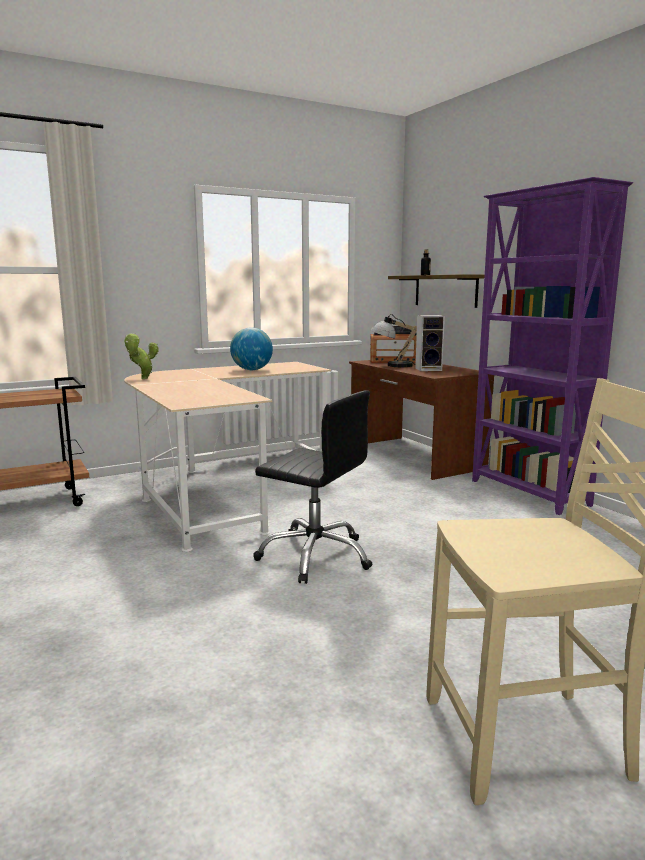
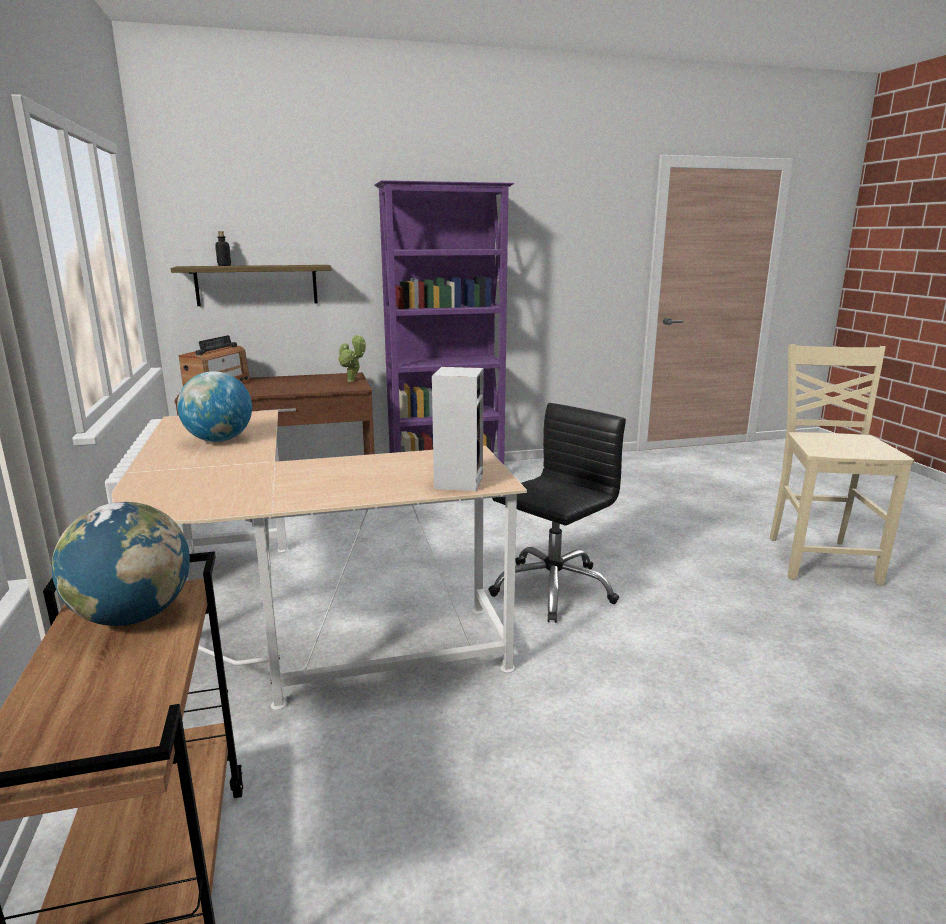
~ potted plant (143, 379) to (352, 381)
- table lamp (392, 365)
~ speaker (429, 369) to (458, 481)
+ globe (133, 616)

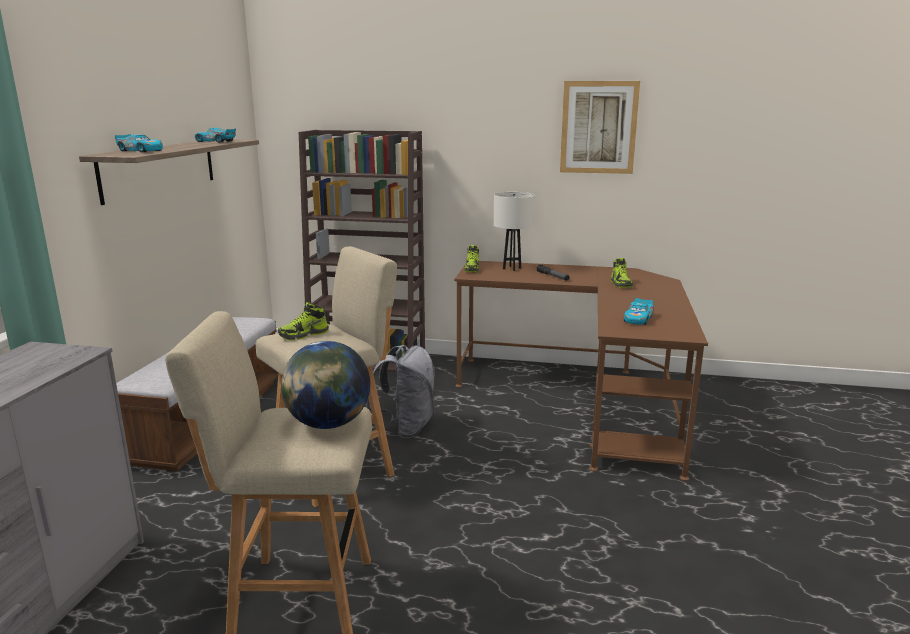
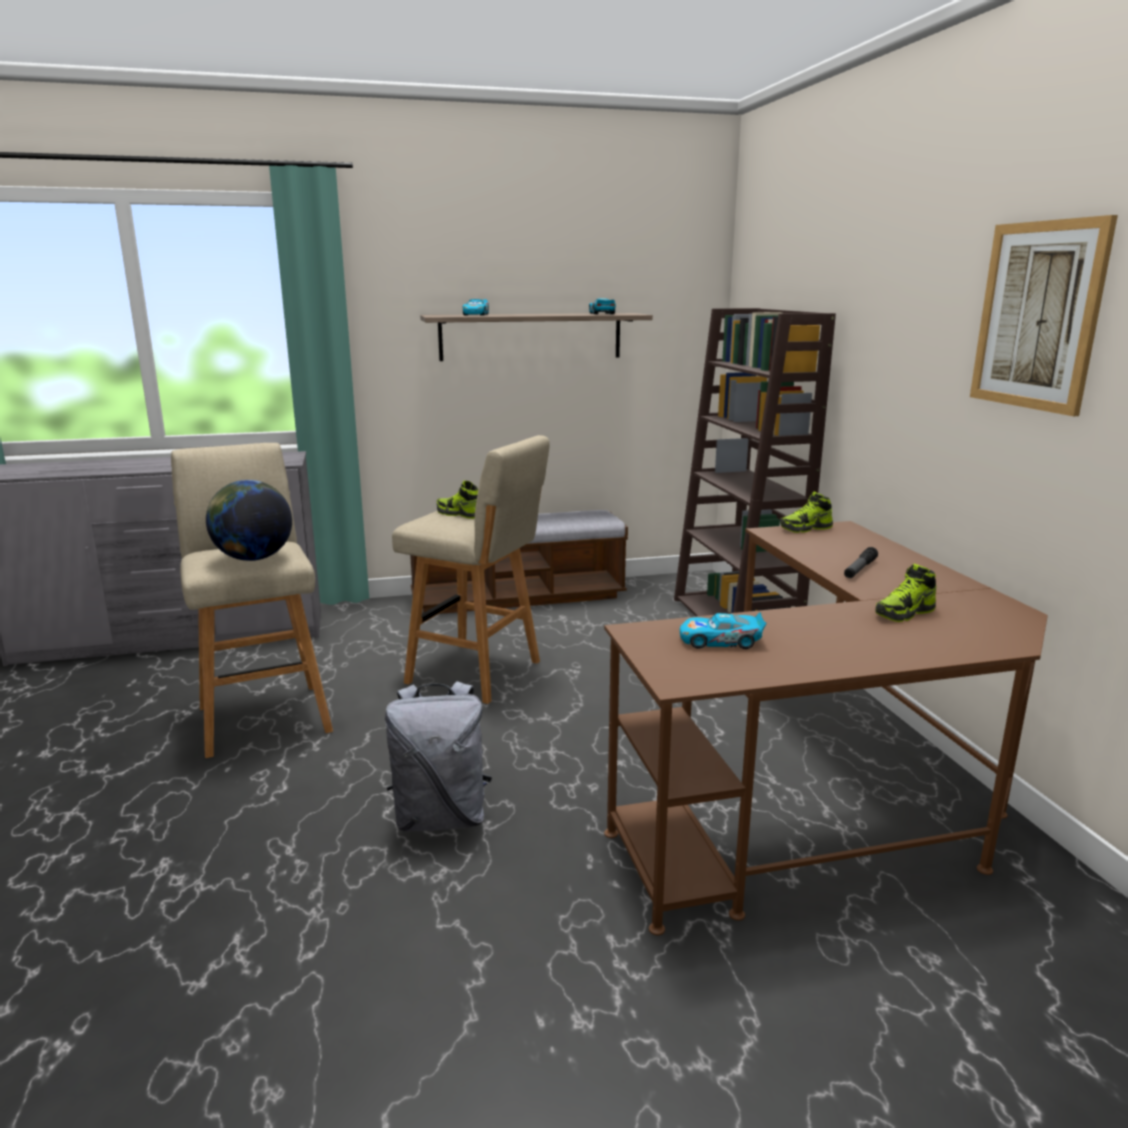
~ grey backpack (405, 427) to (441, 817)
- white table lamp (511, 268)

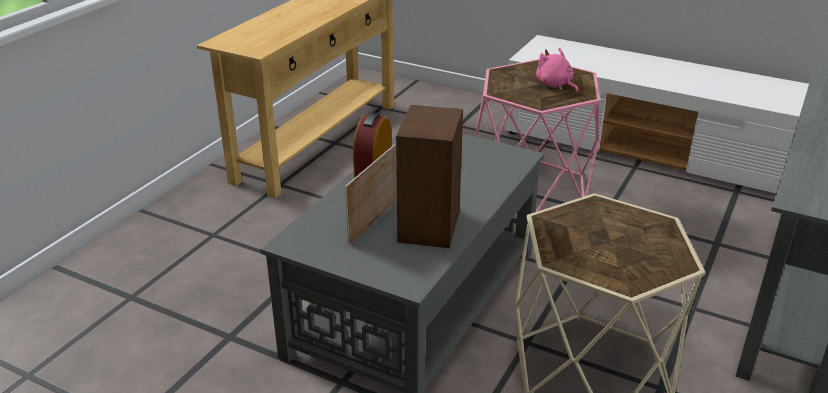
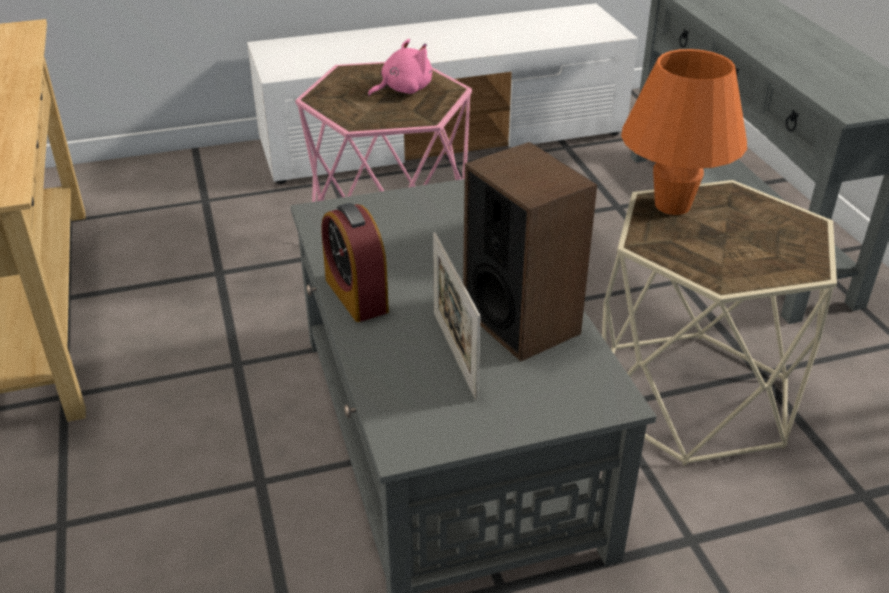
~ pink plush toy (555, 85) = (403, 90) 135 degrees clockwise
+ orange table lamp (672, 205)

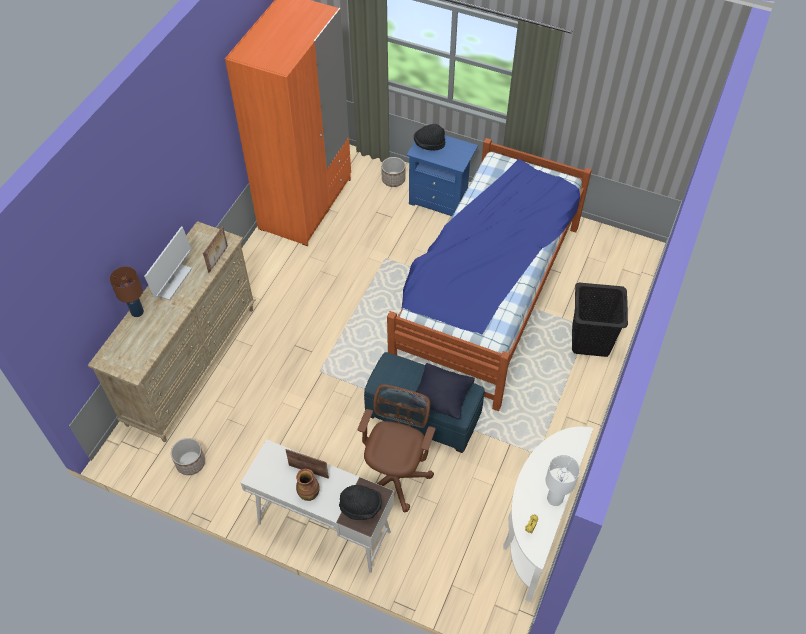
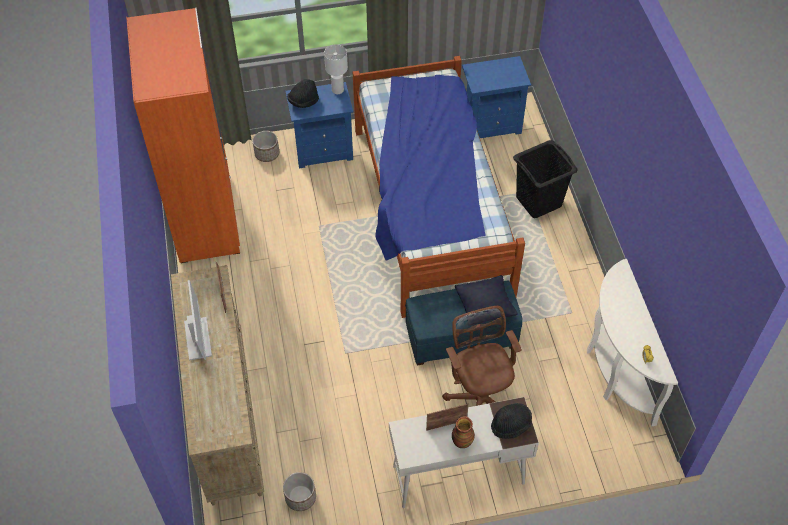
- brown table lamp (137, 312)
~ white table lamp (554, 499) to (337, 90)
+ blue nightstand (491, 124)

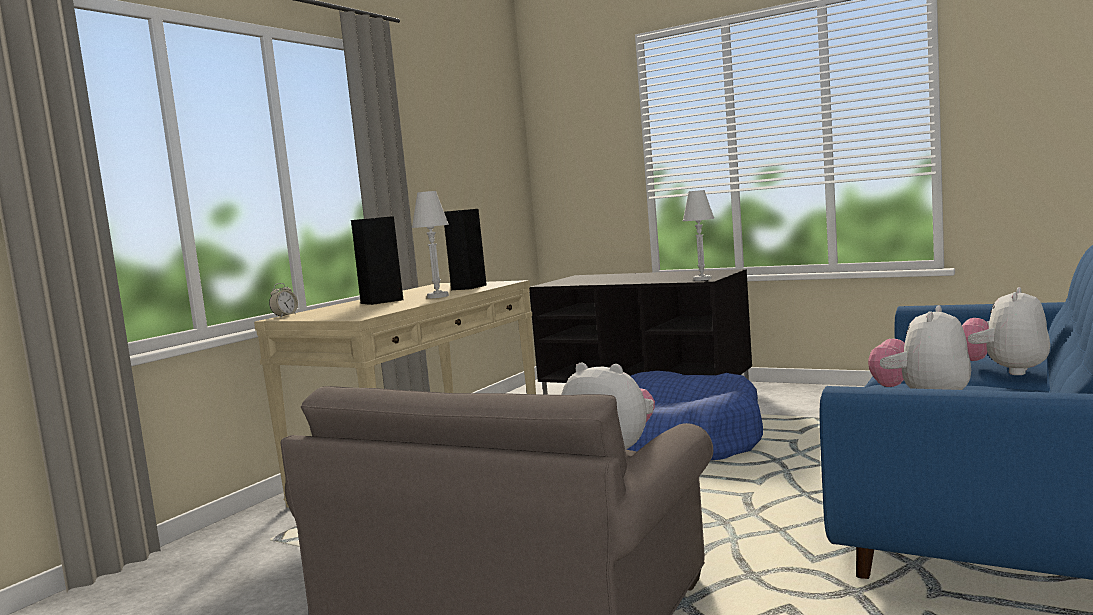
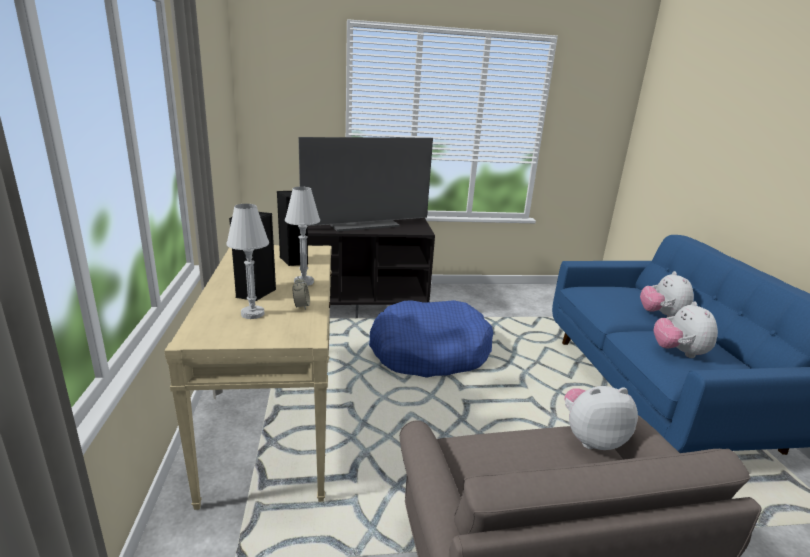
~ alarm clock (285, 316) to (301, 306)
~ white table lamp (702, 279) to (252, 313)
+ television (364, 224)

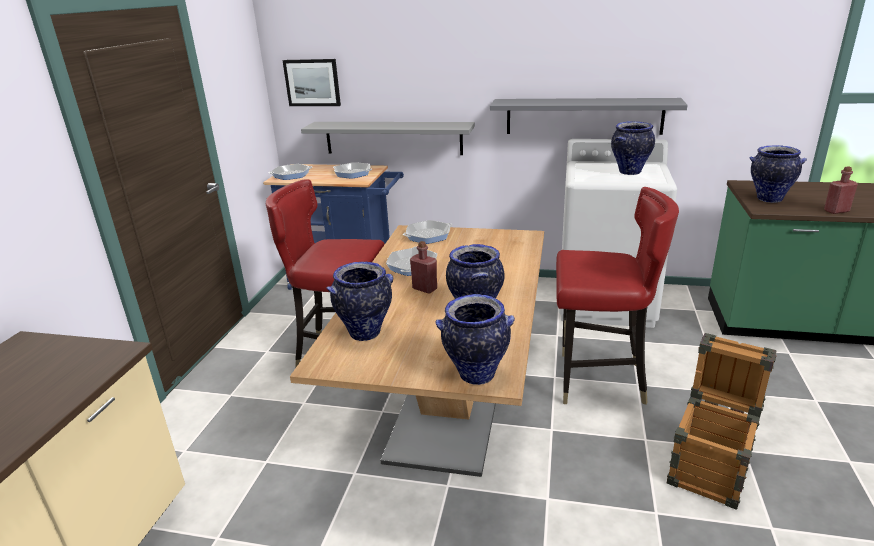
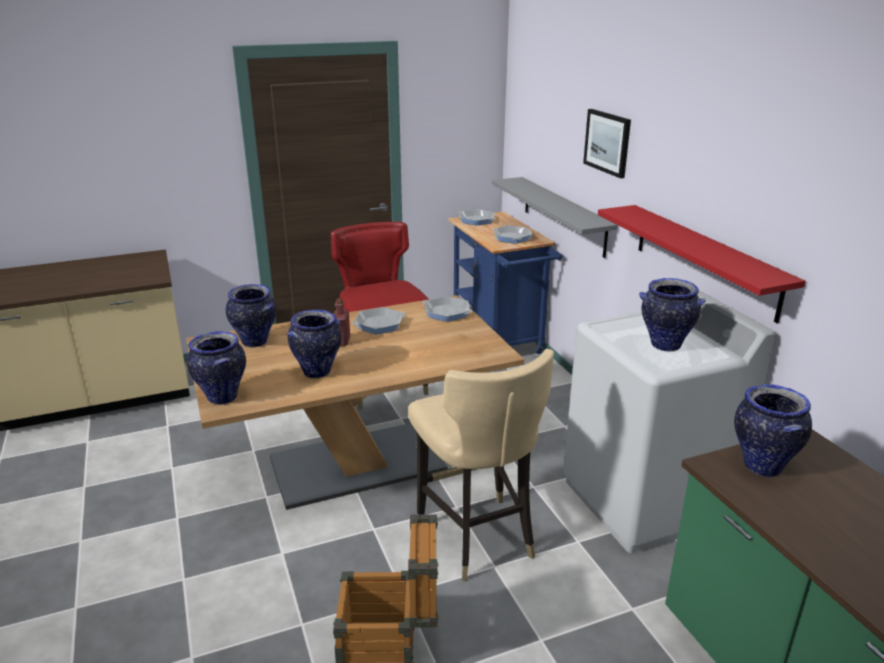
~ picture (312, 82) to (607, 142)
~ grey shelf (583, 116) to red shelf (704, 260)
~ red chair (598, 380) to beige chair (476, 537)
- red bottle (836, 211)

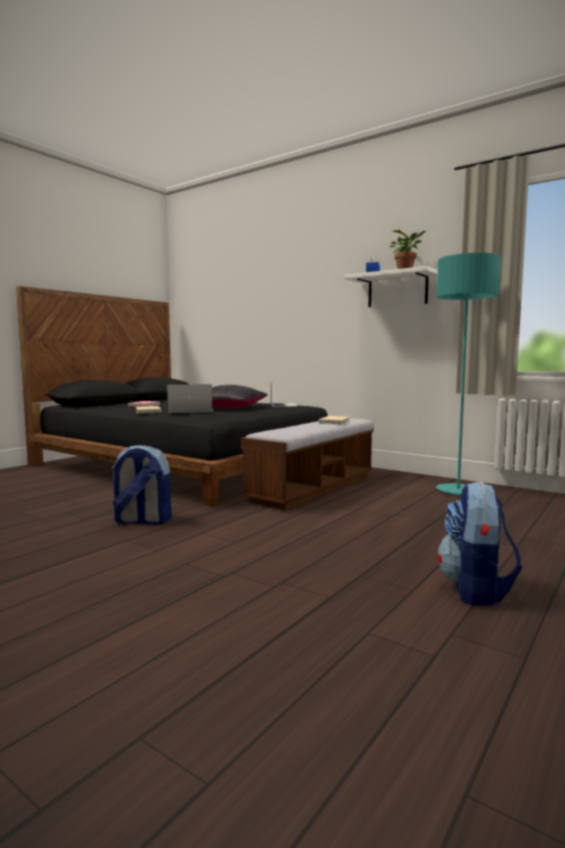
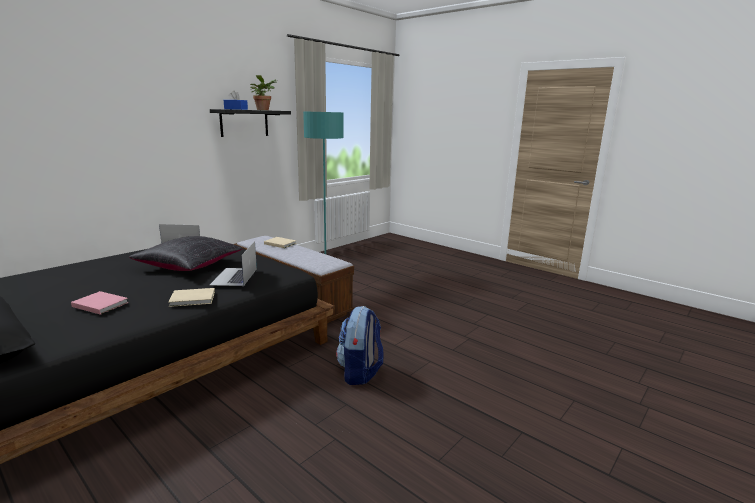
~ white shelf (397, 290) to black shelf (244, 123)
- backpack (476, 590)

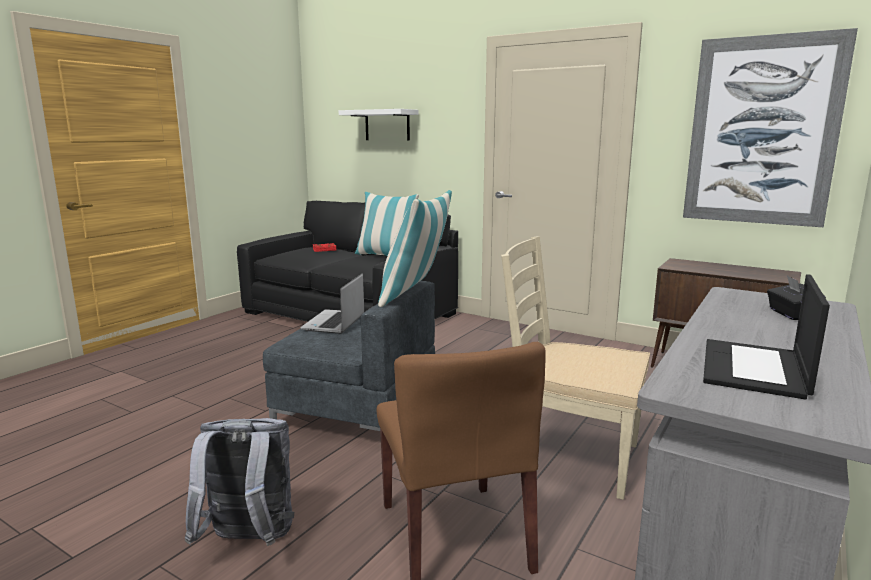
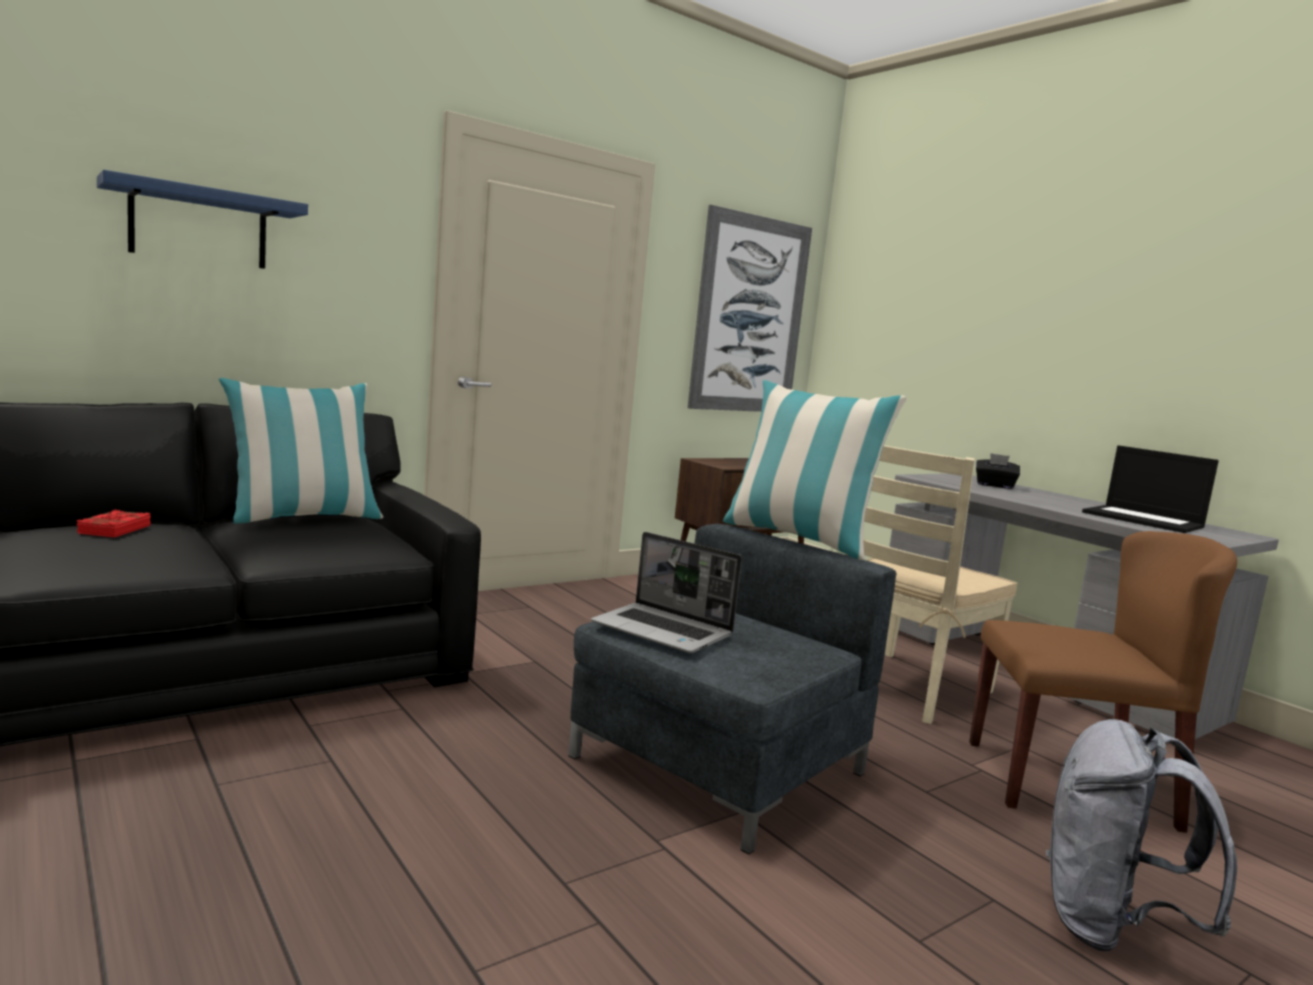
~ white shelf (387, 125) to blue shelf (199, 227)

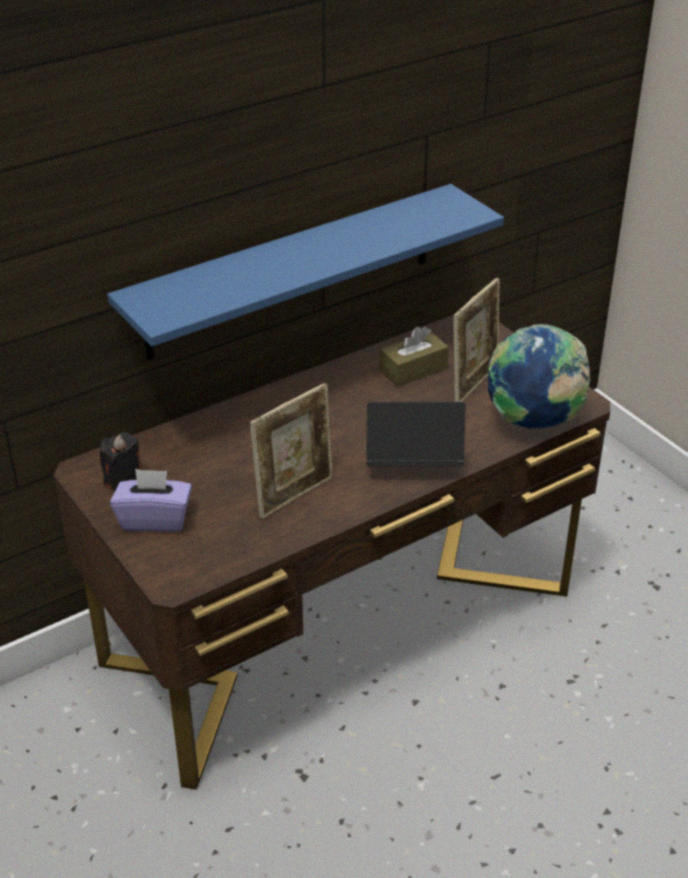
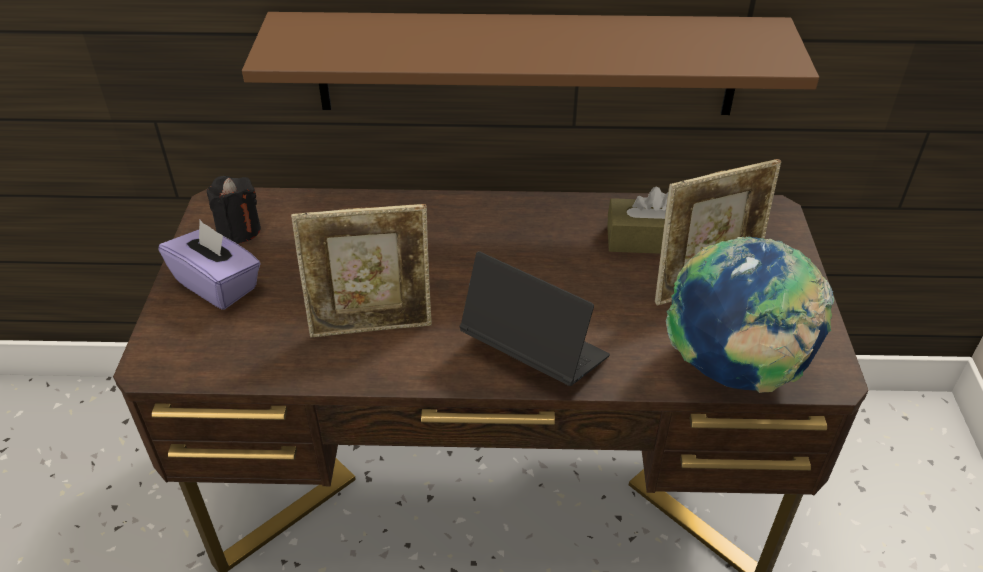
~ blue shelf (291, 271) to brown shelf (526, 64)

